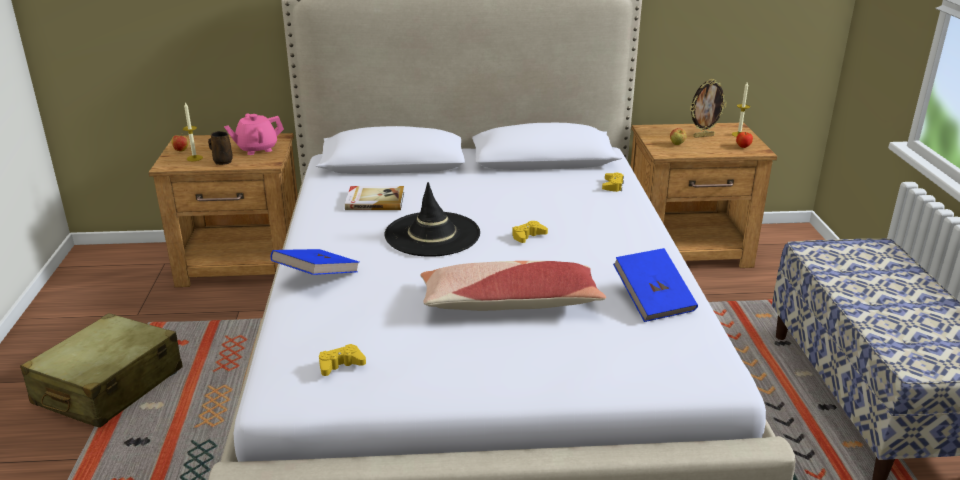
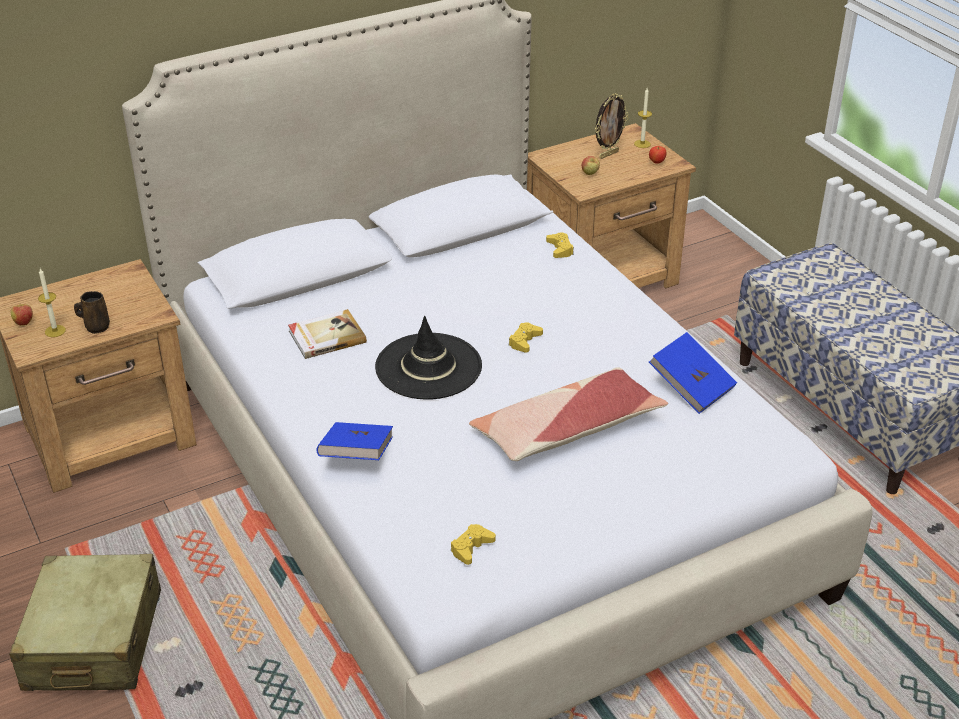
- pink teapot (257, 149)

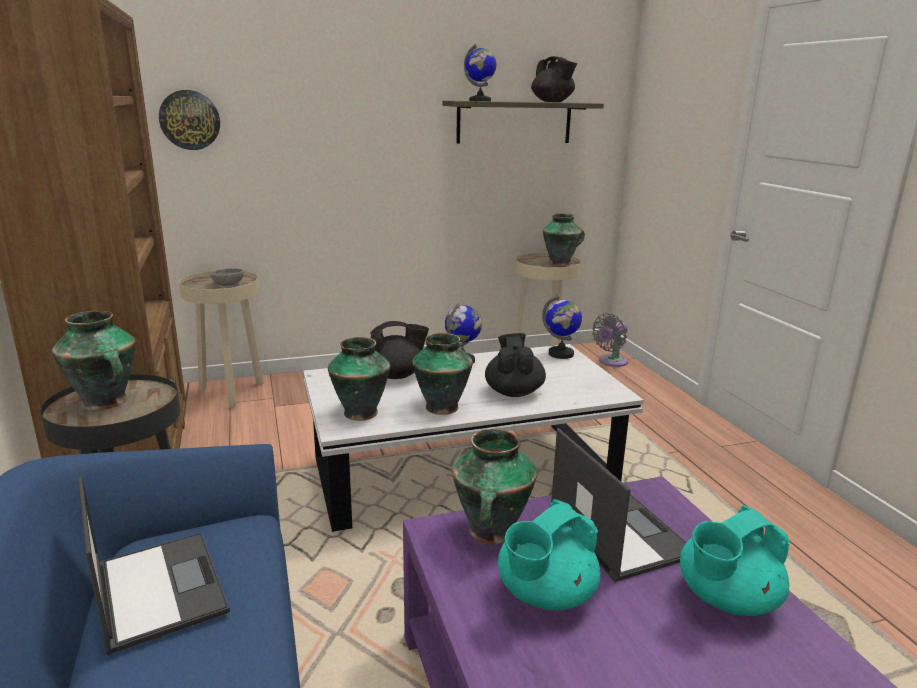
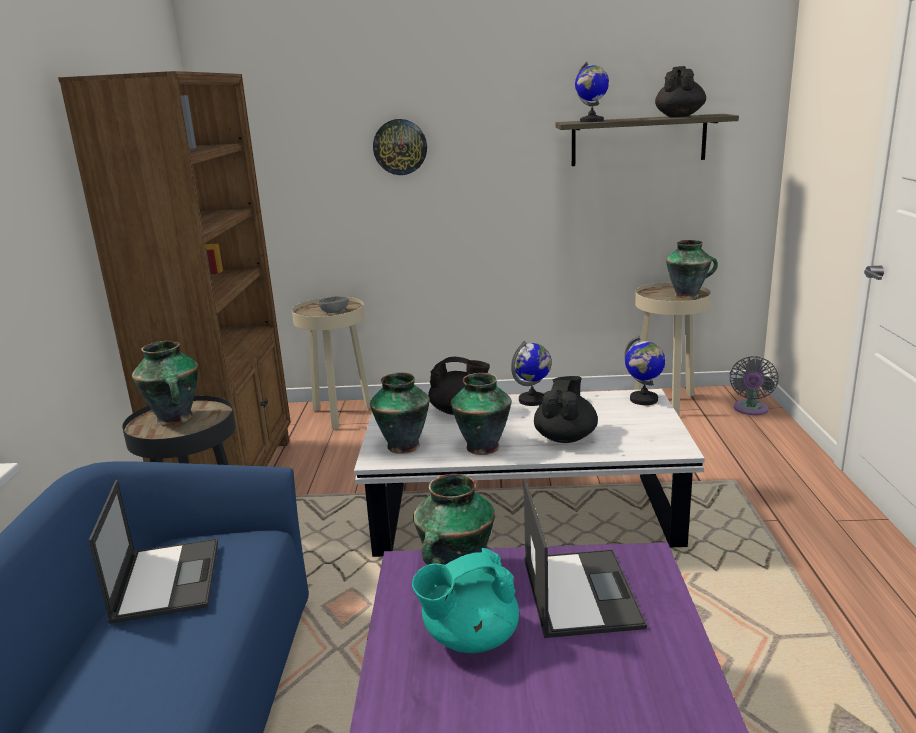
~ wall clock (190, 120) to (400, 147)
~ black teapot (552, 102) = (679, 116) 150 degrees counterclockwise
~ grey fan (611, 362) = (750, 410) 45 degrees counterclockwise
- turquoise teapot (726, 599)

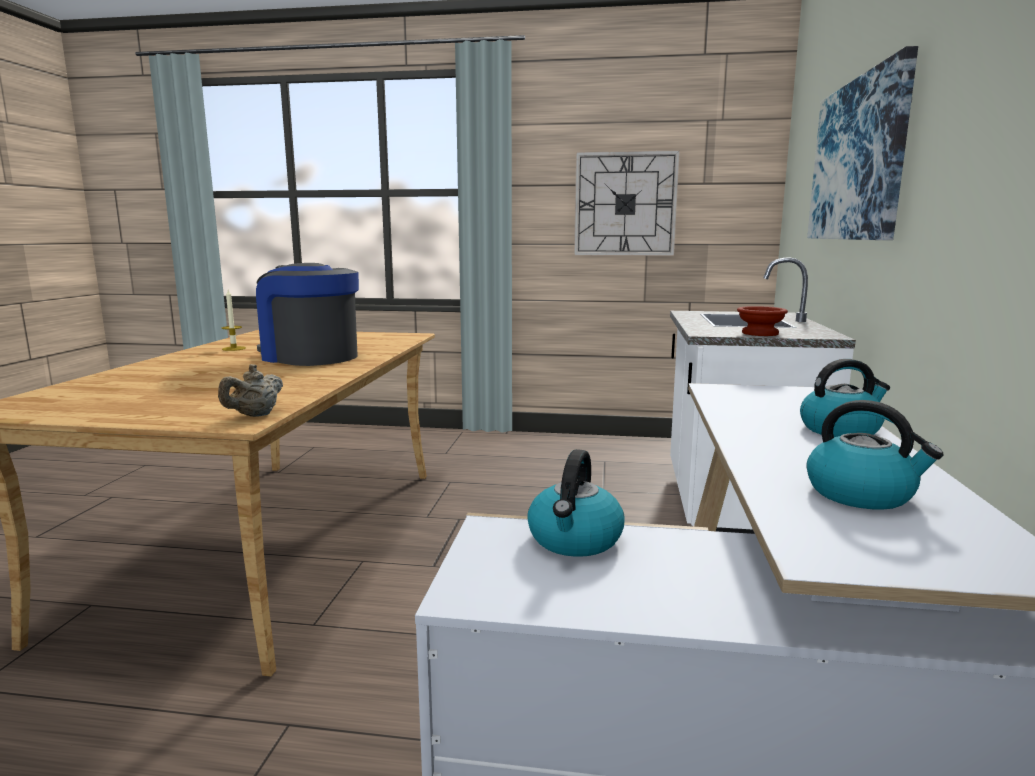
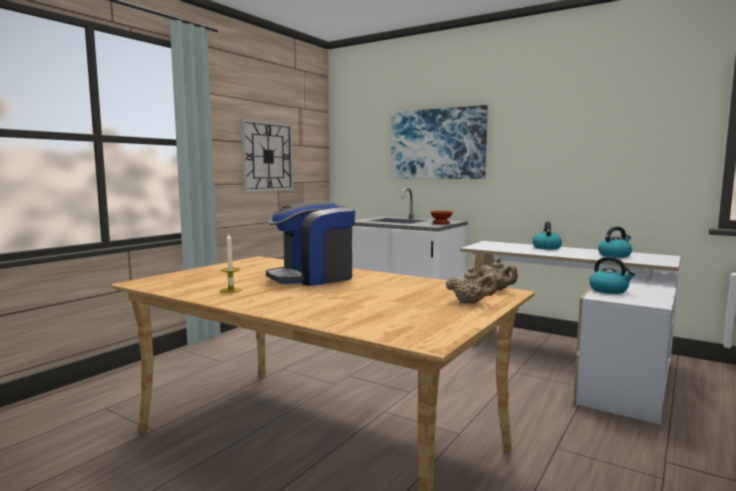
+ beige teapot (470, 303)

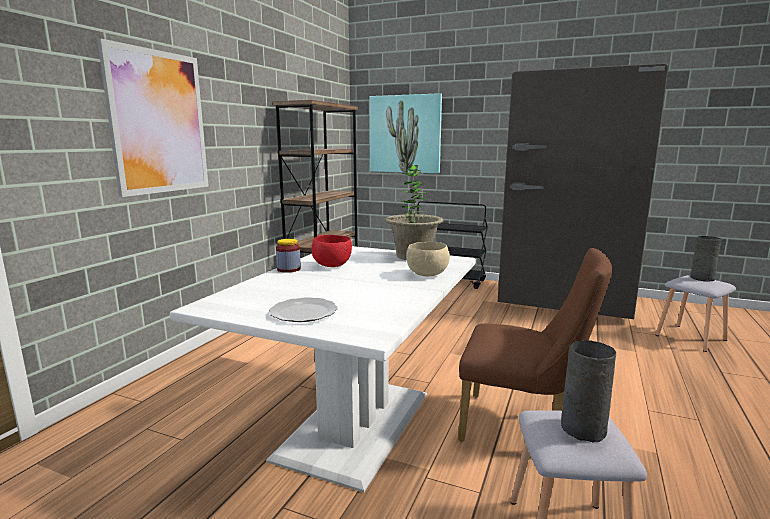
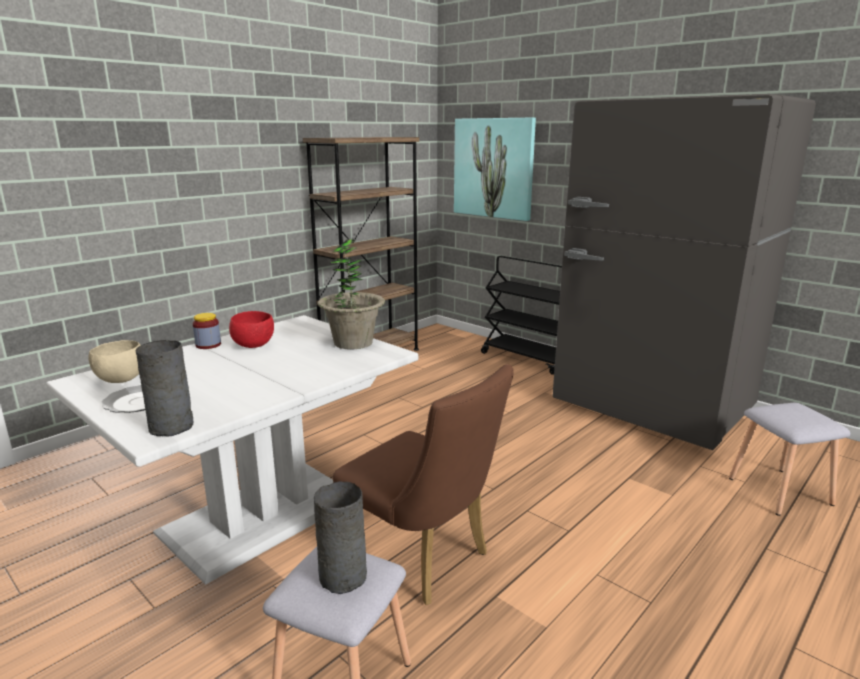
- picture (159, 122)
~ beige bowl (427, 275) to (120, 380)
~ grey vase (702, 278) to (173, 427)

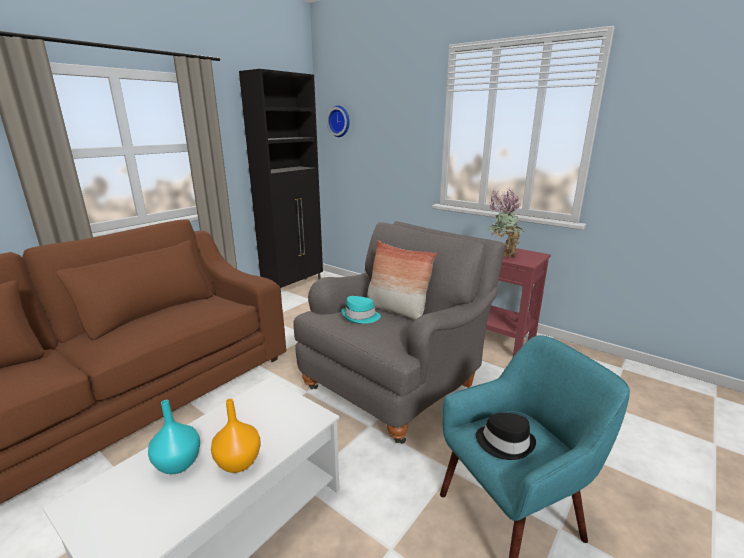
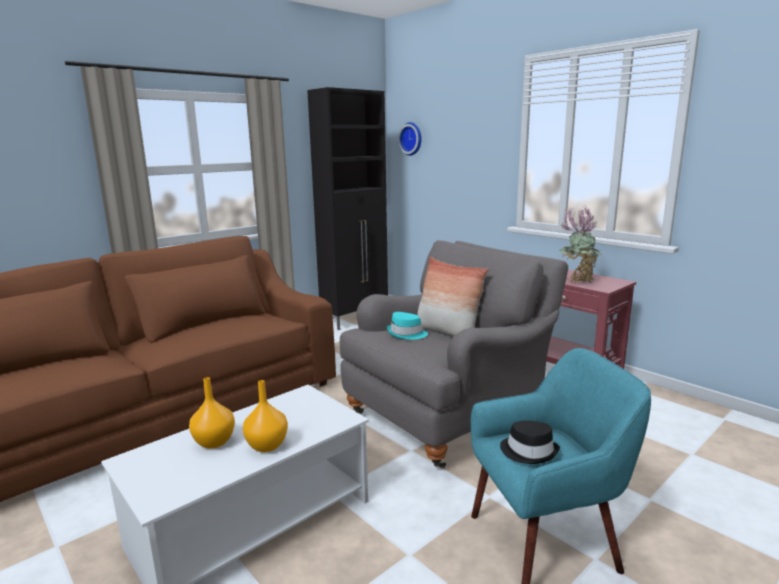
~ turquoise vase (179, 463) to orange vase (215, 441)

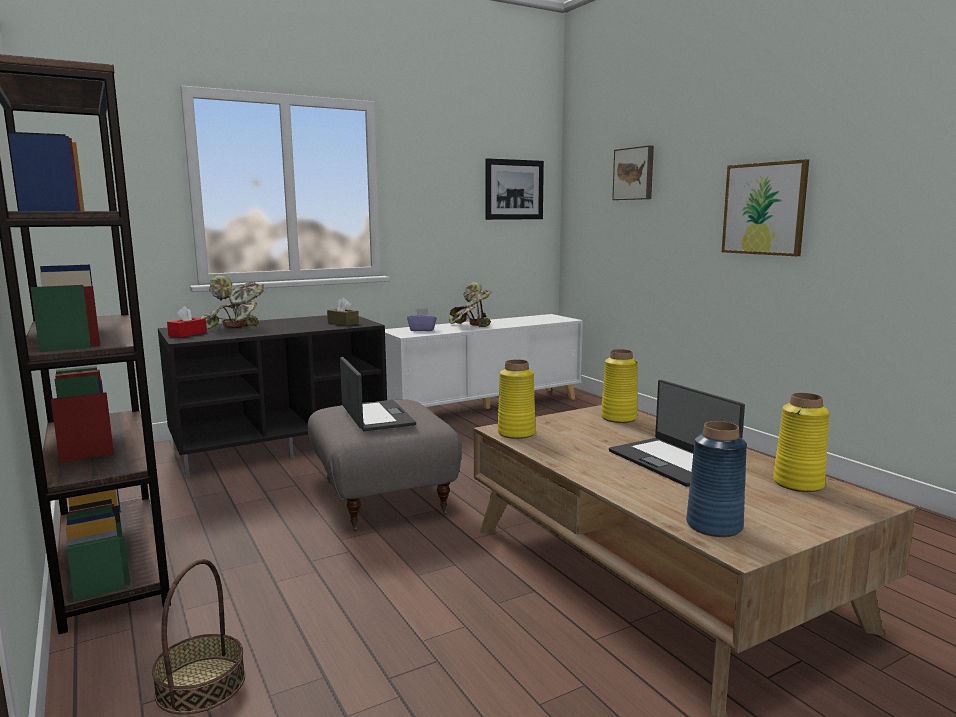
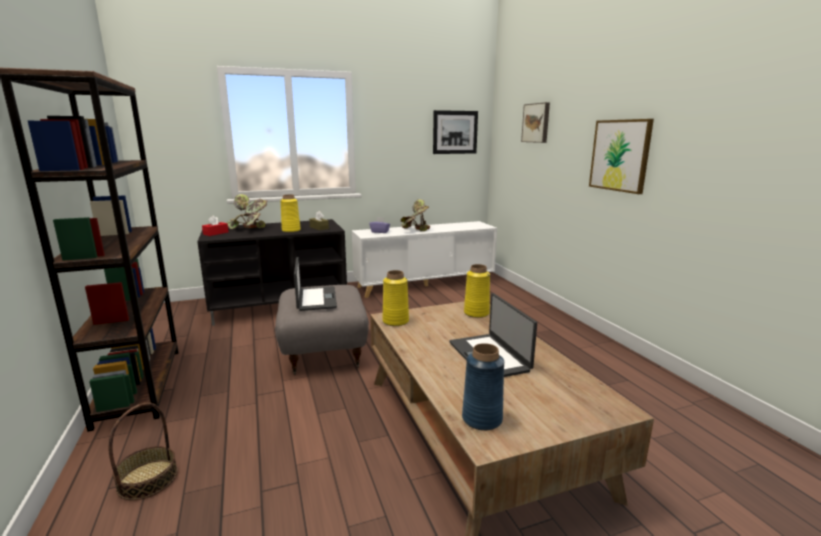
~ yellow vase (798, 483) to (291, 230)

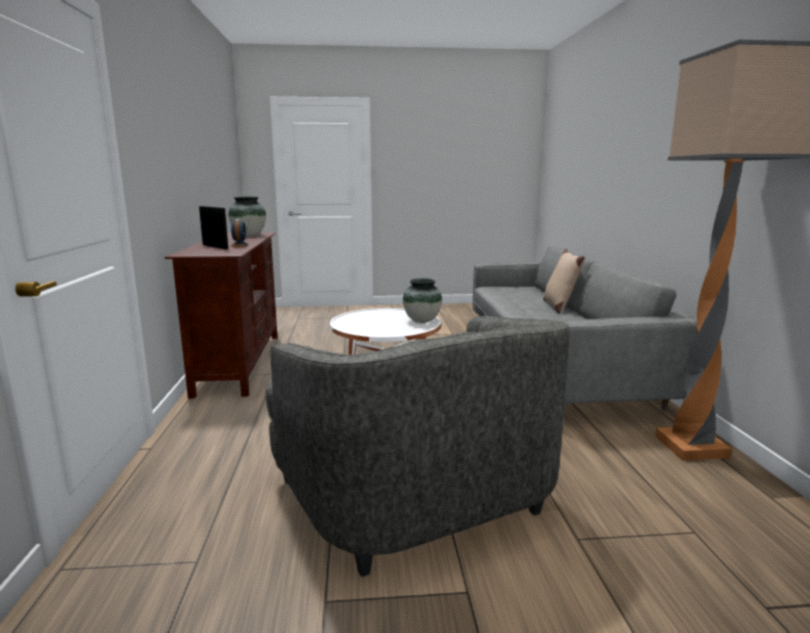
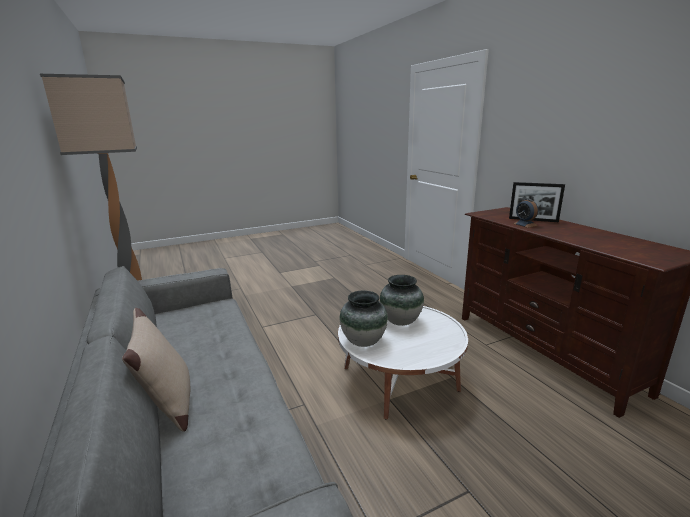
~ vase (249, 236) to (400, 321)
- grey armchair (414, 492)

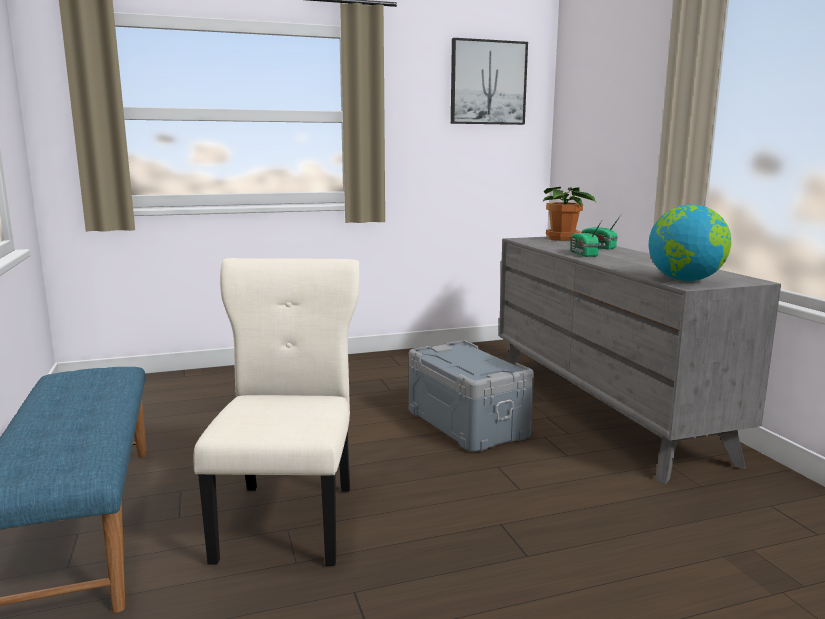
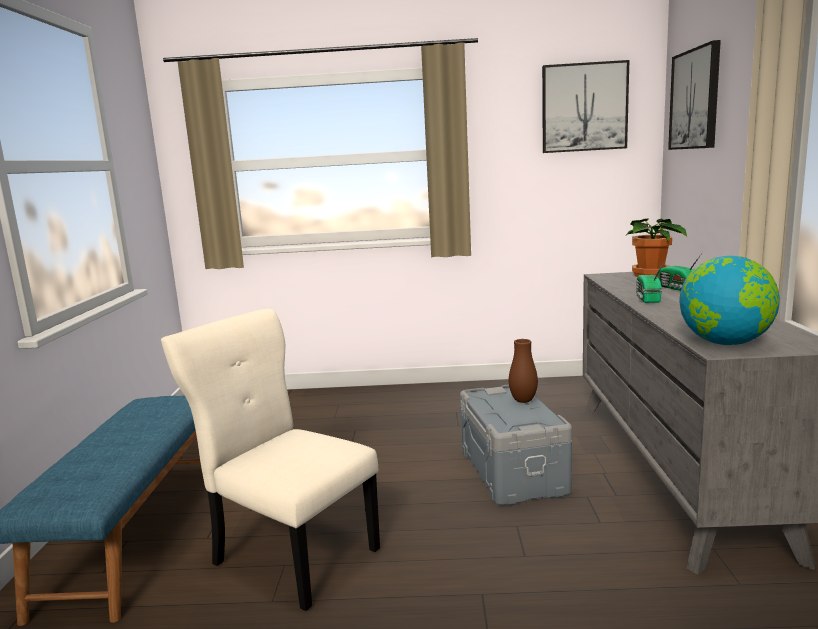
~ beige chair (289, 518) = (291, 554) 75 degrees counterclockwise
+ brown vase (523, 400)
+ picture (695, 99)

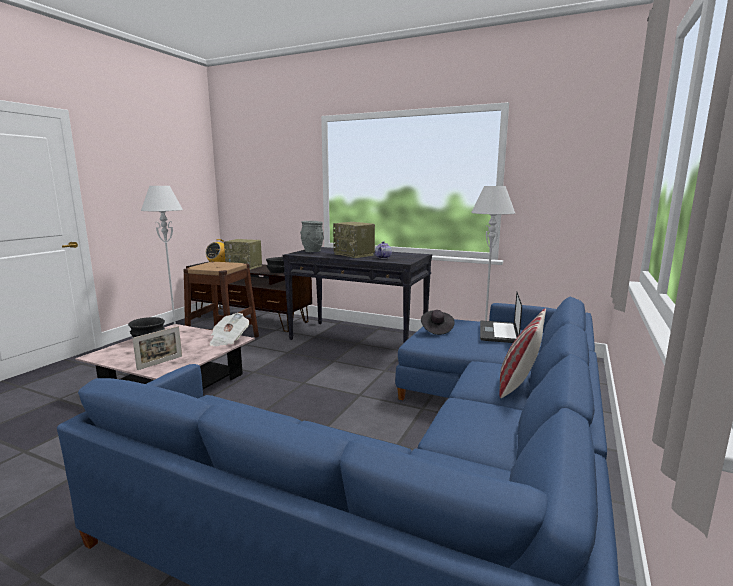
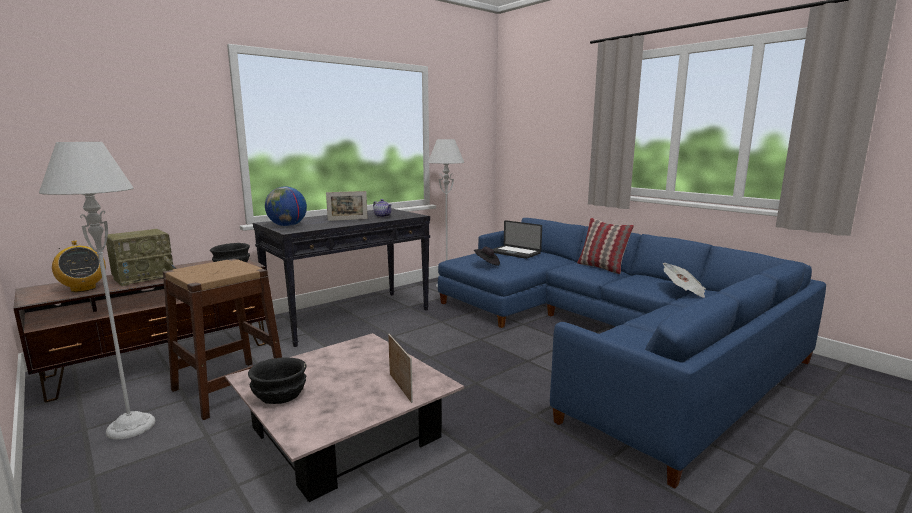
~ newspaper (228, 340) to (683, 291)
~ grey vase (312, 251) to globe (287, 226)
~ radio (354, 255) to picture frame (347, 219)

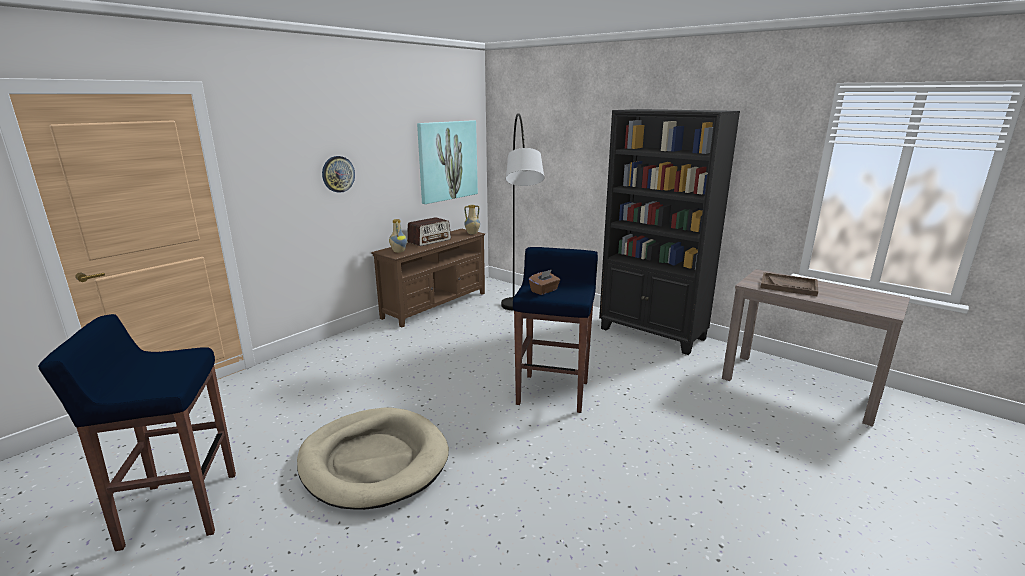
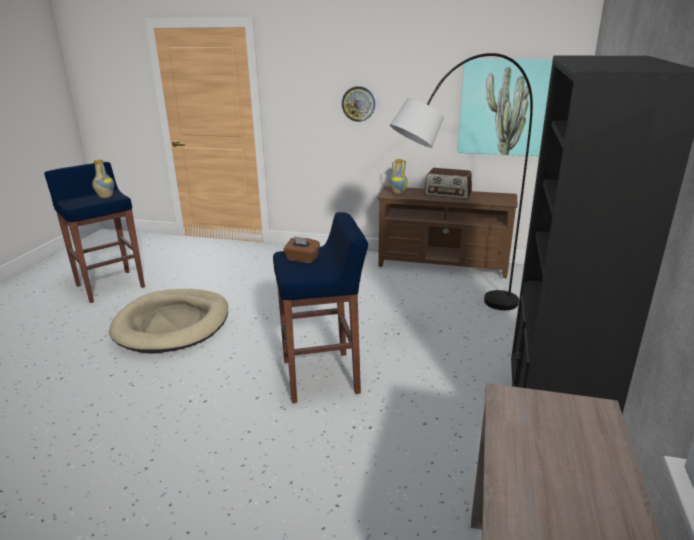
~ vase (472, 233) to (105, 197)
- brown tray (788, 286)

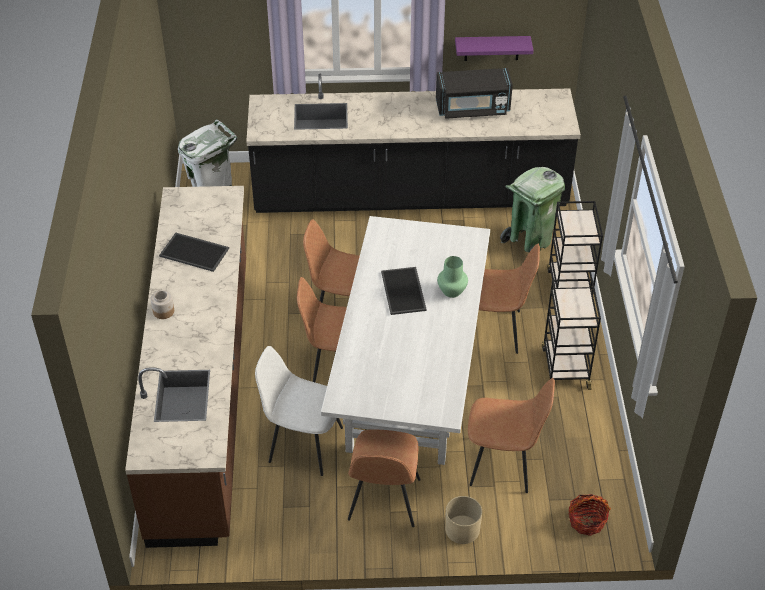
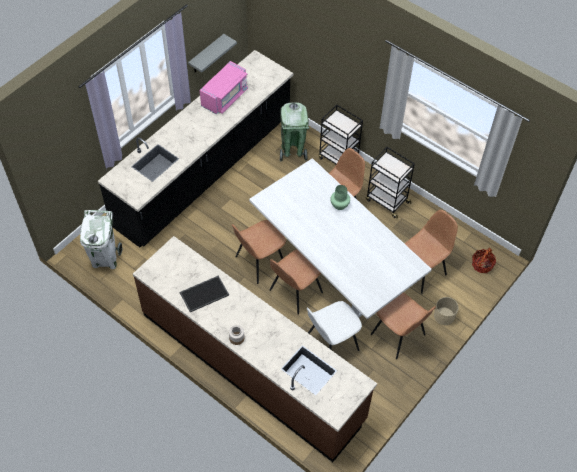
- tray (404, 291)
~ black microwave (472, 108) to pink microwave (225, 97)
~ purple shelf (492, 48) to grey shelf (206, 54)

